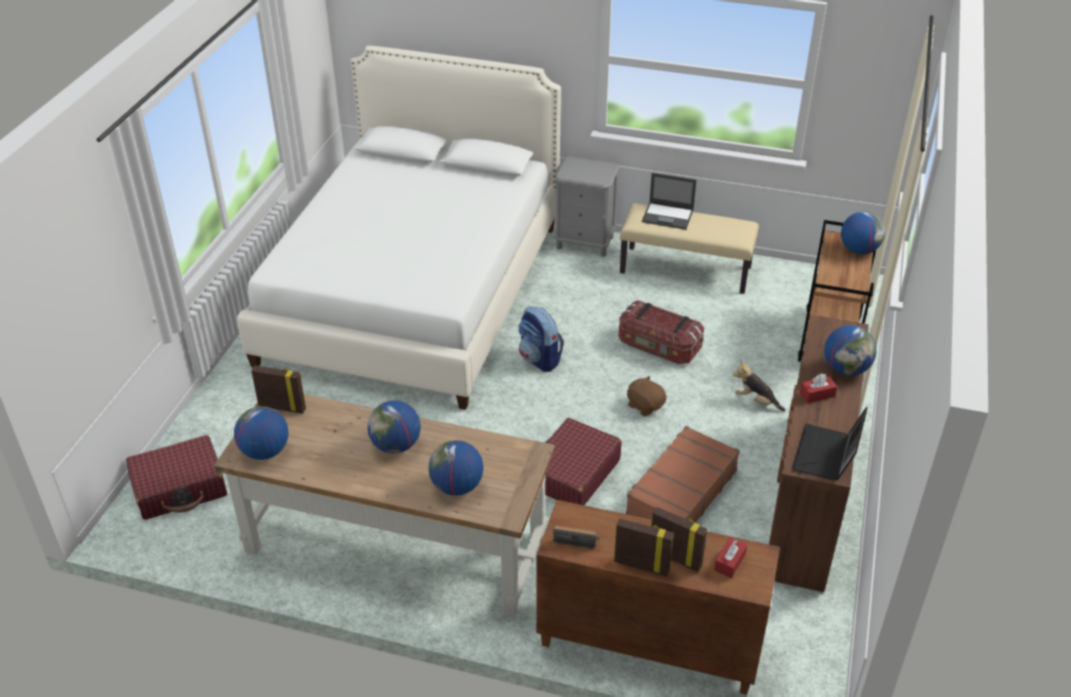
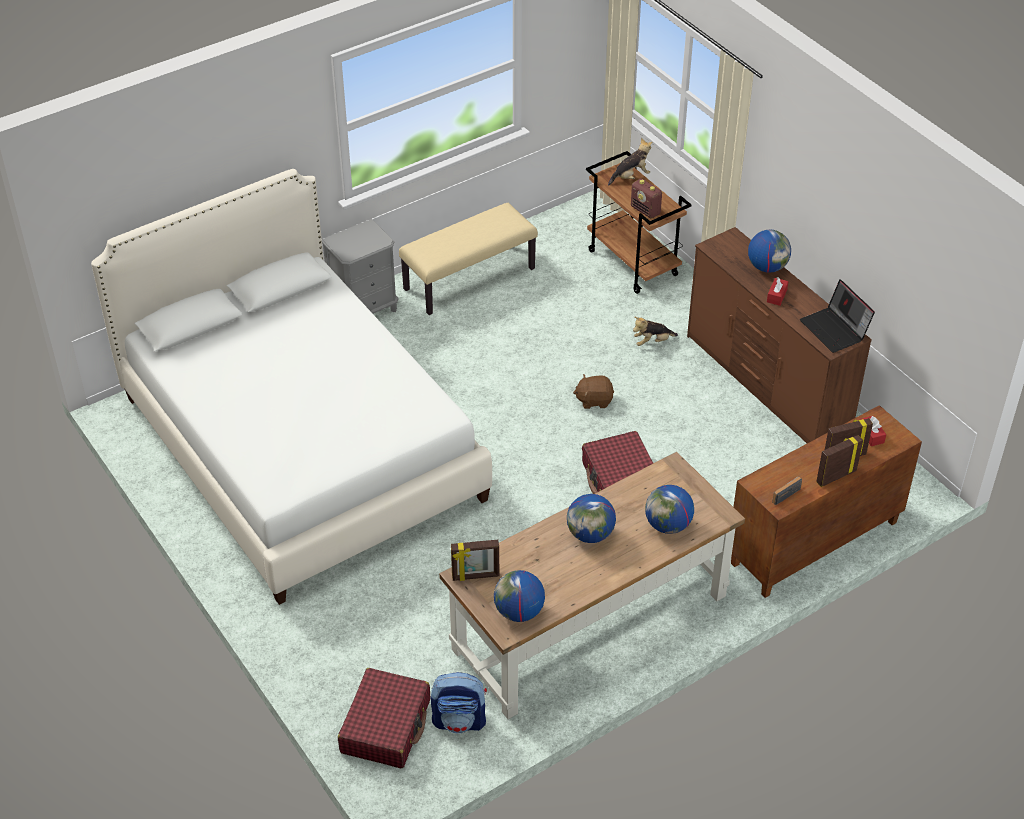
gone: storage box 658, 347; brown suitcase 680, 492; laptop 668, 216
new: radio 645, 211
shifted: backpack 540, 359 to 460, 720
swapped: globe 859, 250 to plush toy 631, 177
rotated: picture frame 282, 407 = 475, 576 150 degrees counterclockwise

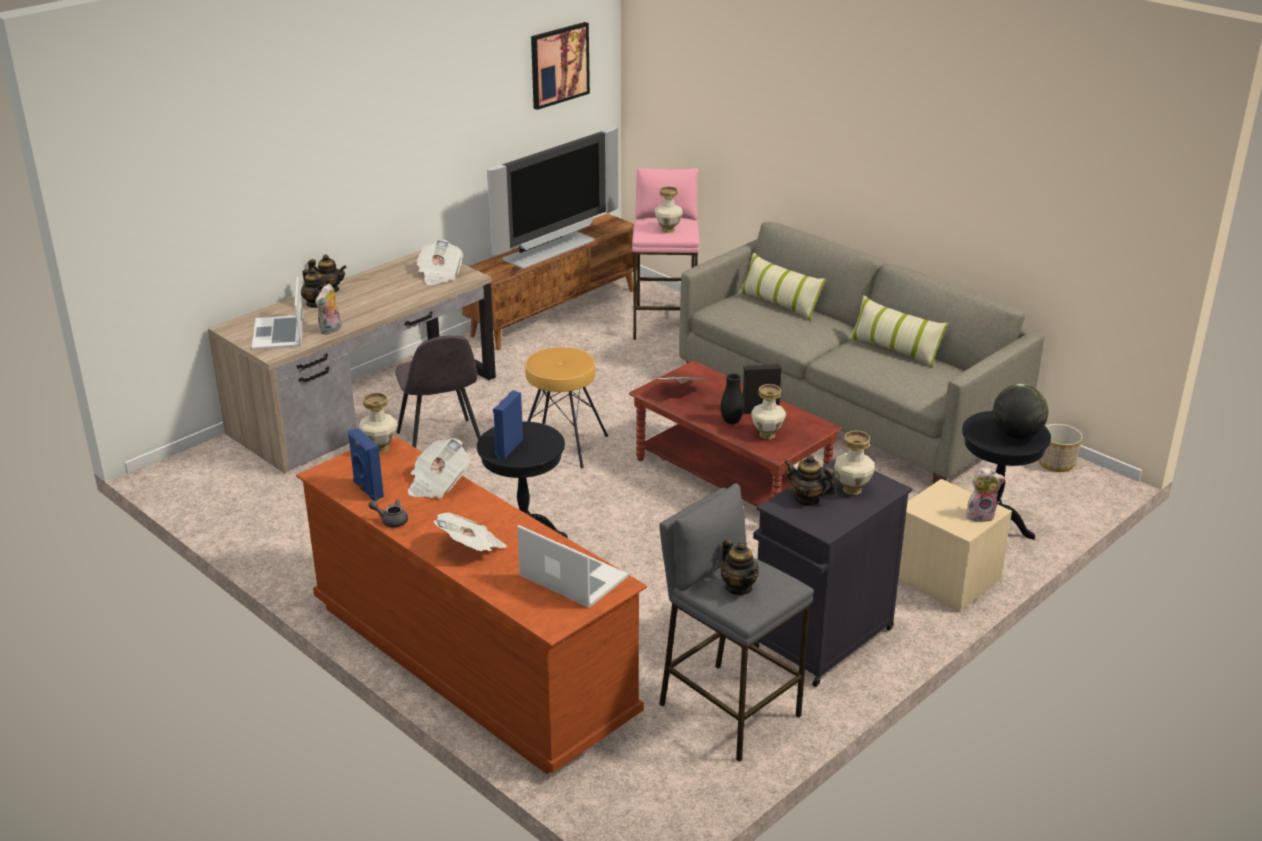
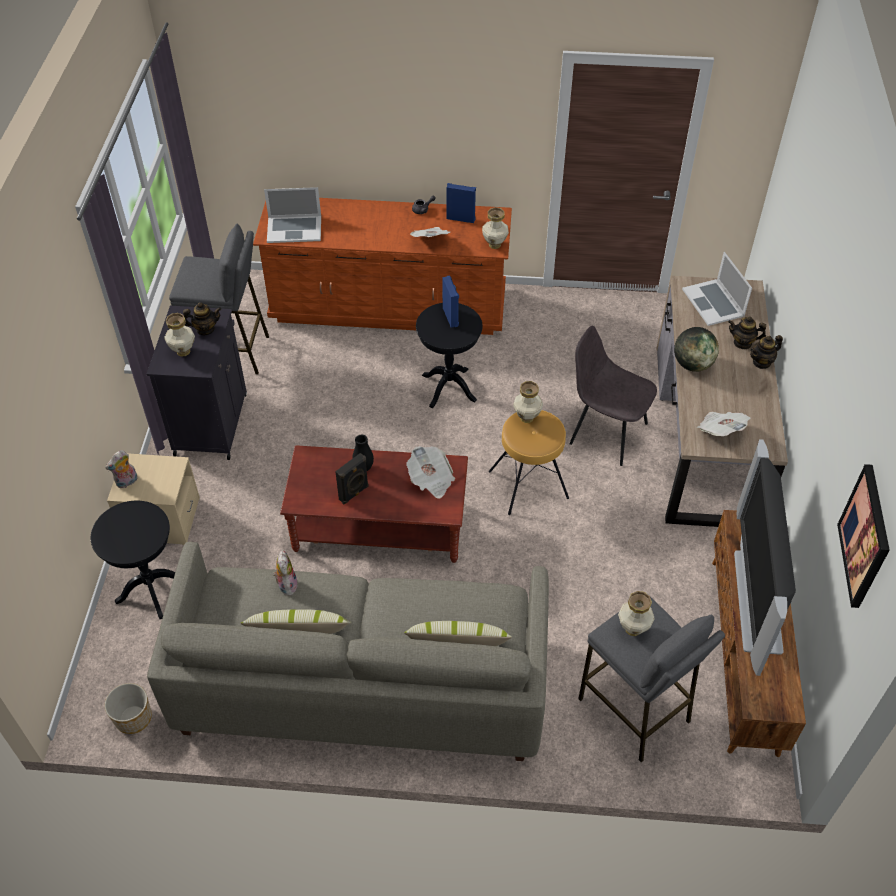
gone: newspaper 471, 548; teapot 739, 587
shifted: plush toy 331, 330 to 286, 584; vase 767, 435 to 526, 418; globe 1016, 435 to 692, 364
repainted: pink stool 665, 323 to grey stool 634, 710
rotated: laptop 279, 333 = 713, 302 150 degrees counterclockwise

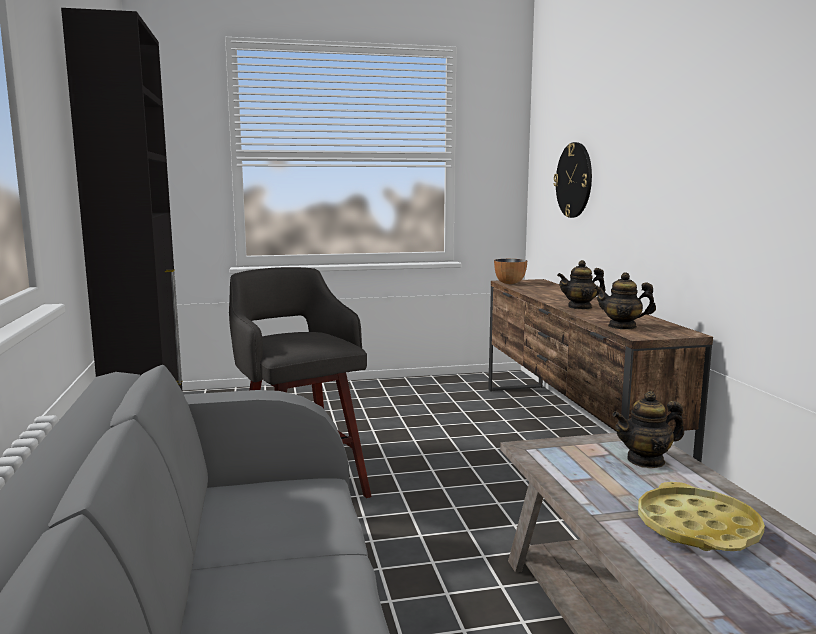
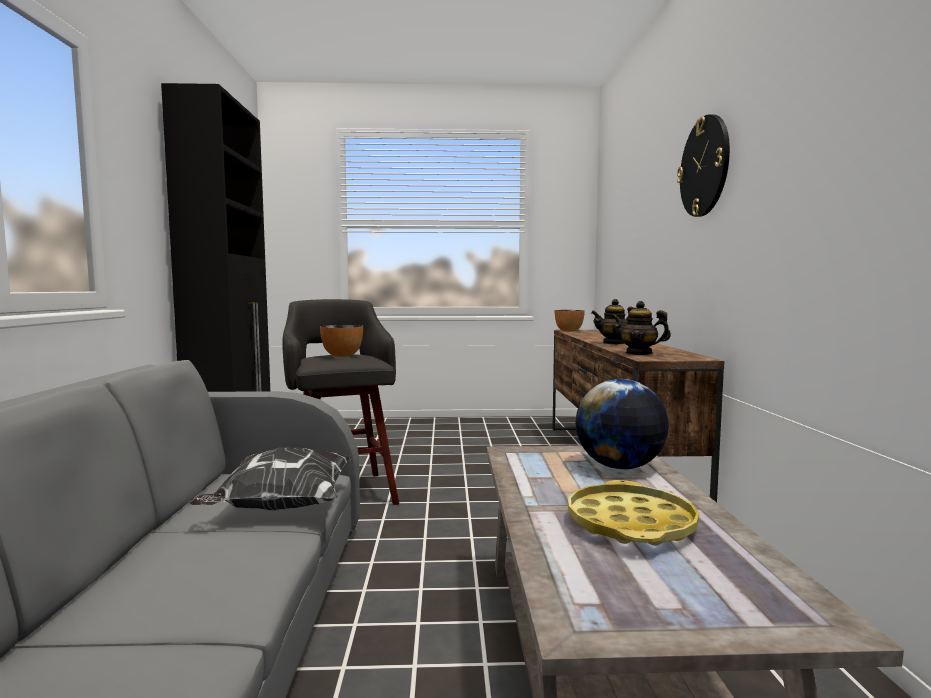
new: pillow 282, 507; bowl 342, 355
shifted: wall clock 574, 180 to 704, 167
swapped: teapot 646, 460 to globe 619, 467

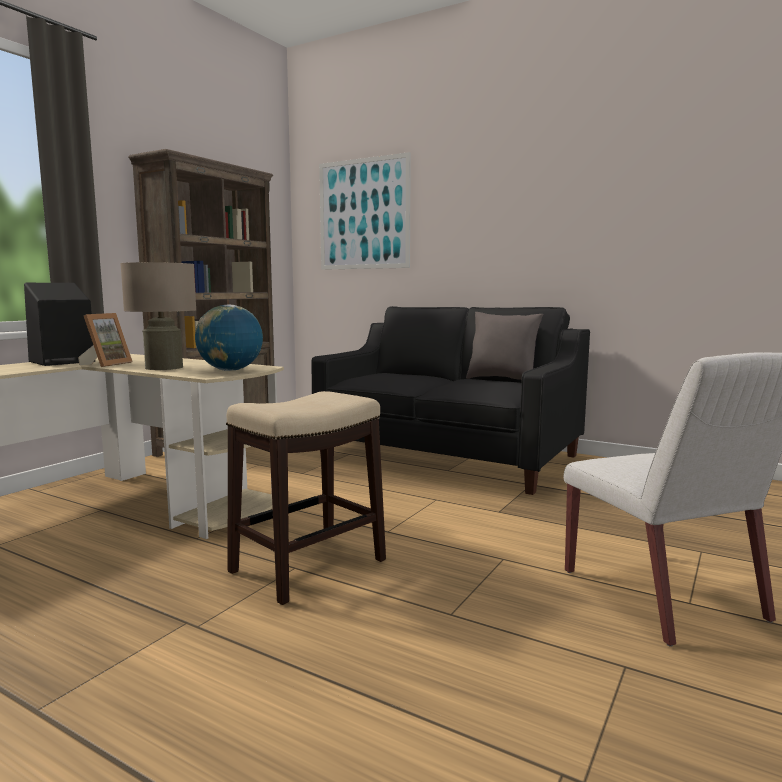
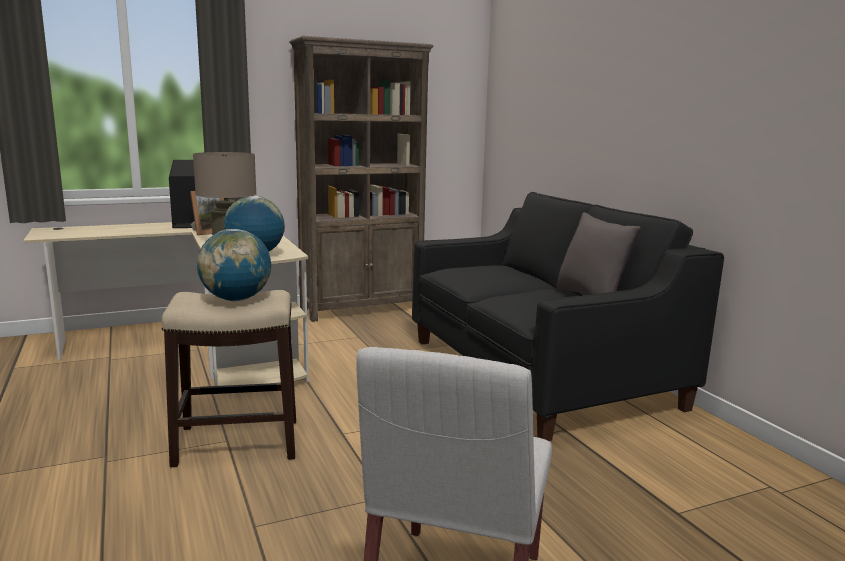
gone: picture 363, 214
new: globe 236, 299

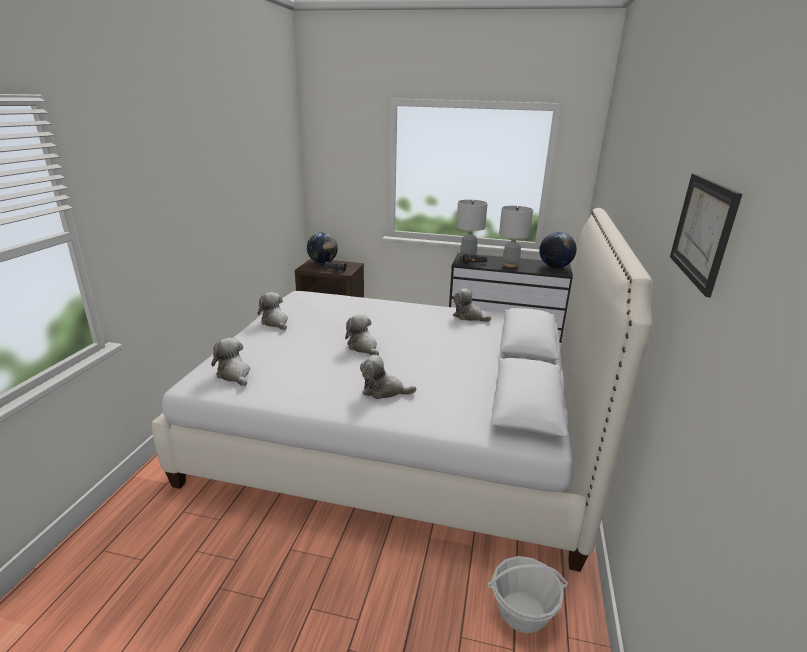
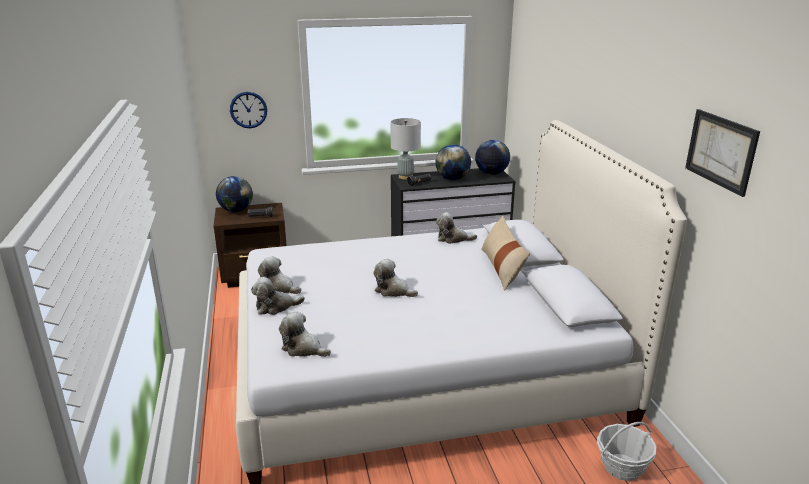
new: wall clock 248, 110; beige pillow 502, 268
shifted: plush toy 384, 391 to 275, 307
swapped: grey table lamp 510, 265 to globe 452, 179

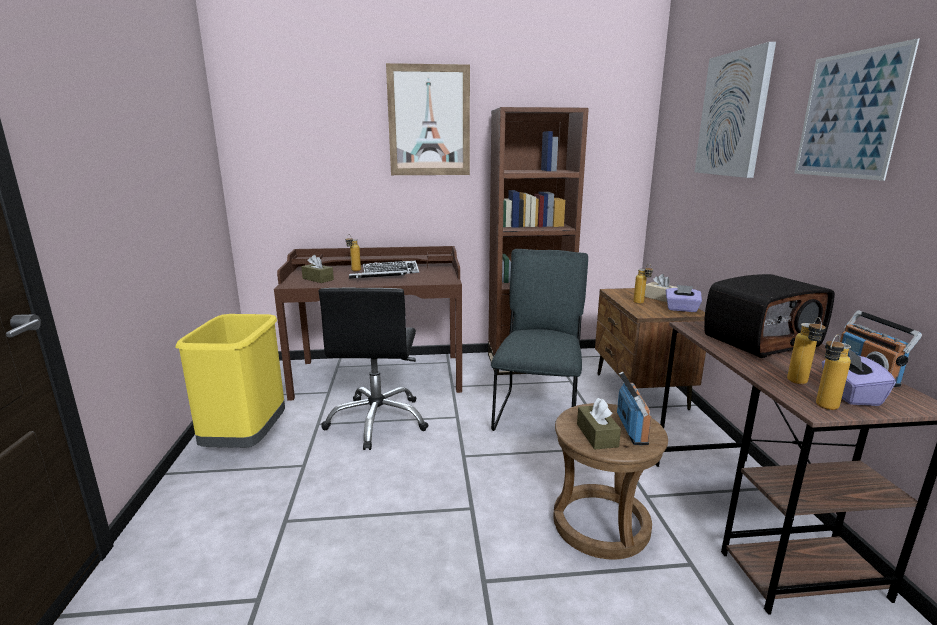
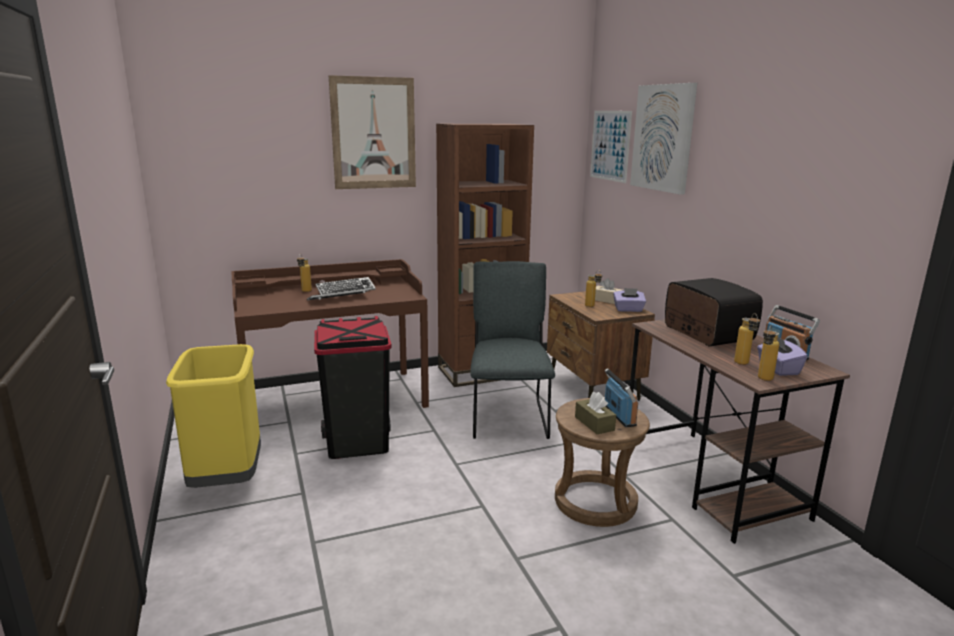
gone: brown tissue box 318, 279
shifted: picture 848, 115 to 610, 145
swapped: black office chair 378, 421 to black trash can 357, 443
rotated: radio 760, 340 = 706, 333 75 degrees counterclockwise

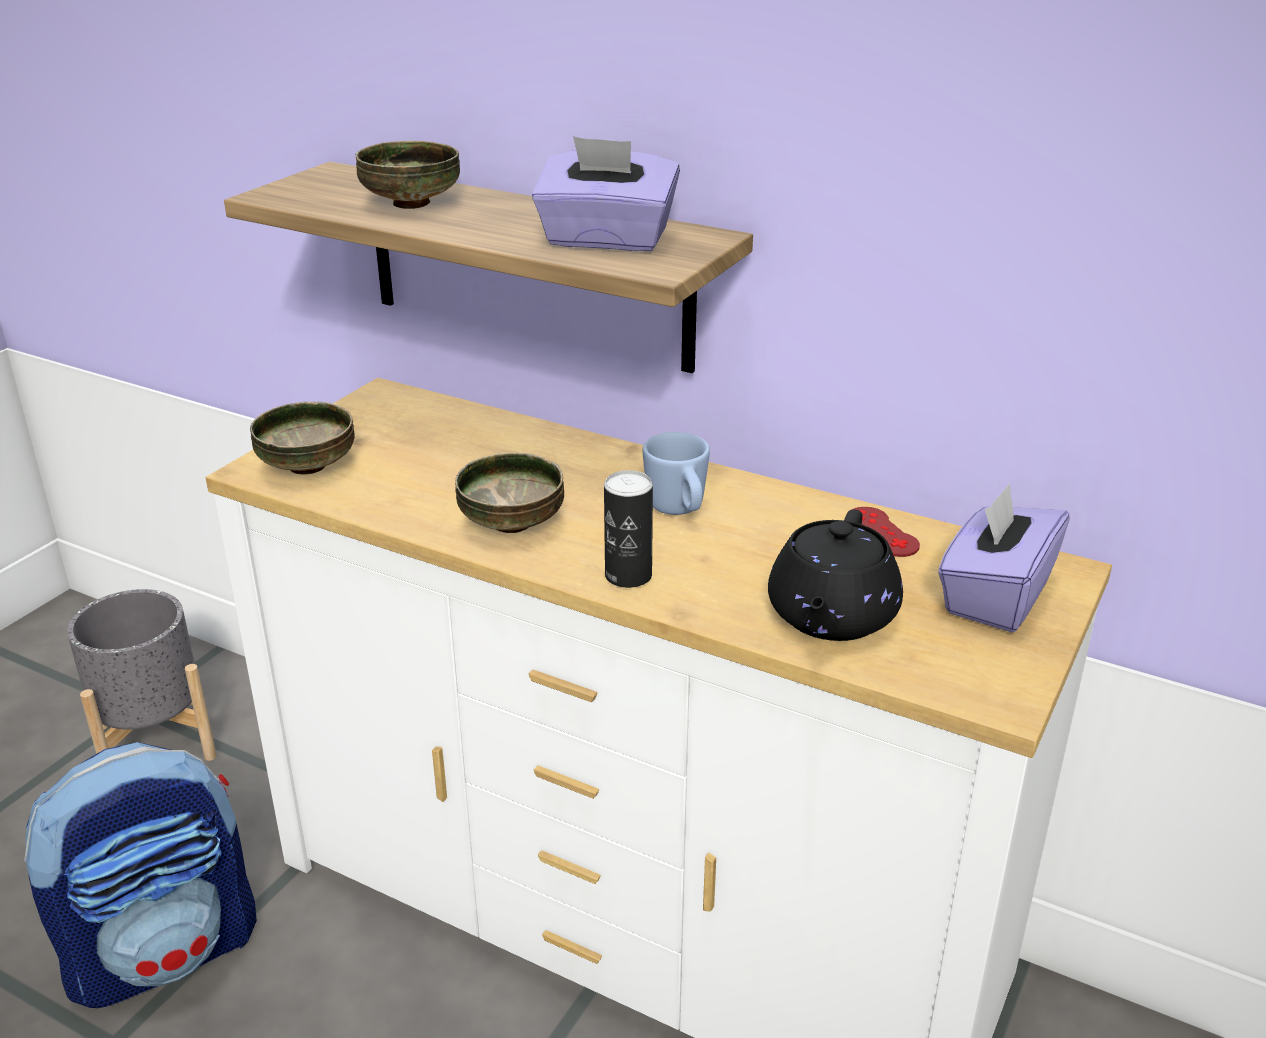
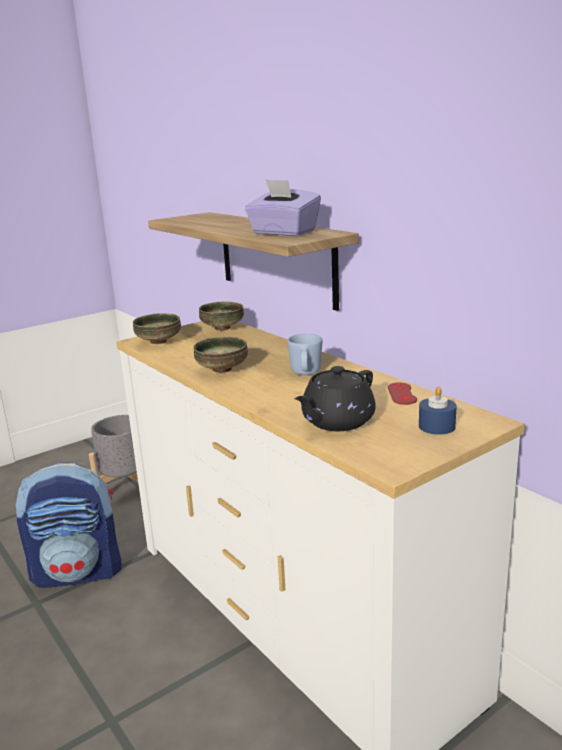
gone: can 628, 576
shifted: bowl 410, 204 to 222, 328
swapped: purple tissue box 995, 596 to blue candle 436, 426

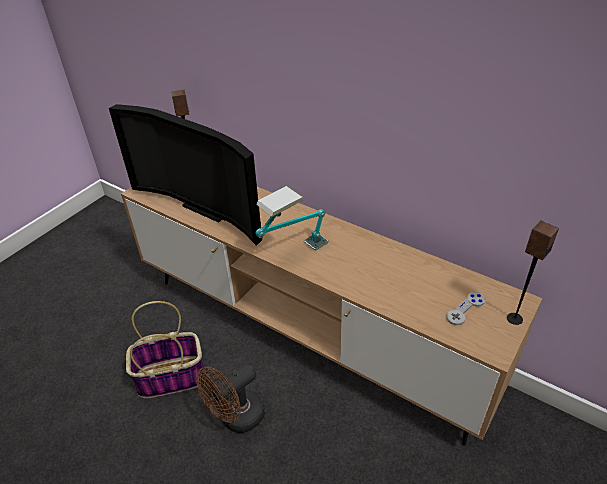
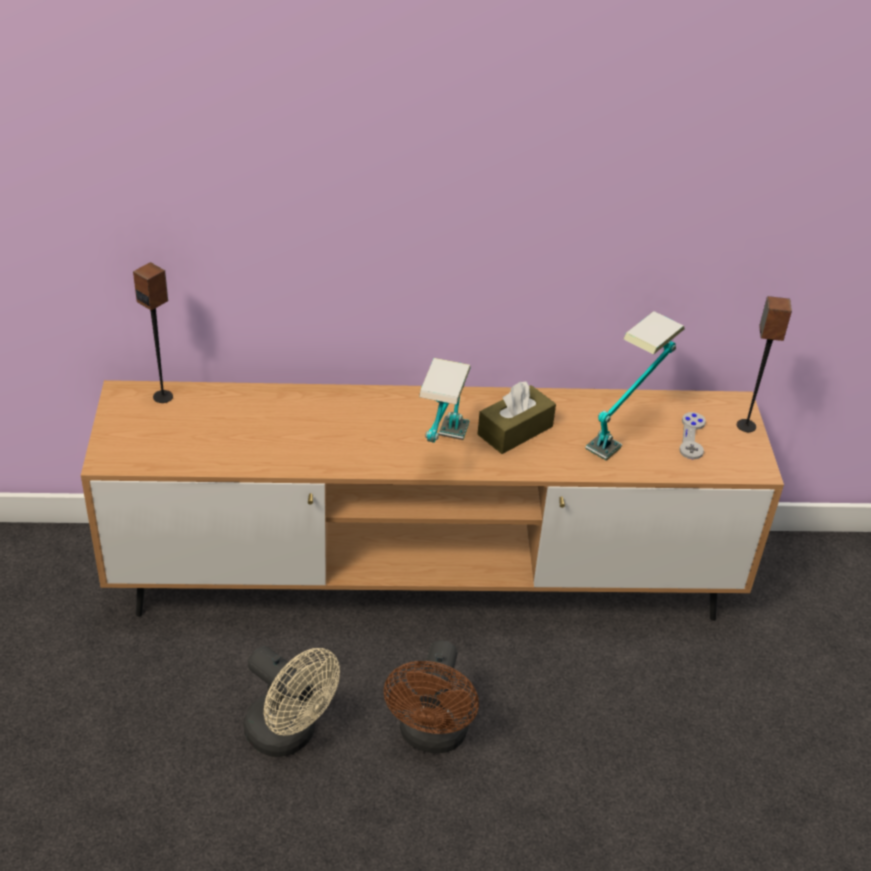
gone: television 209, 206
new: brown tissue box 515, 430; table lamp 627, 428
swapped: basket 172, 377 to beige fan 289, 735

